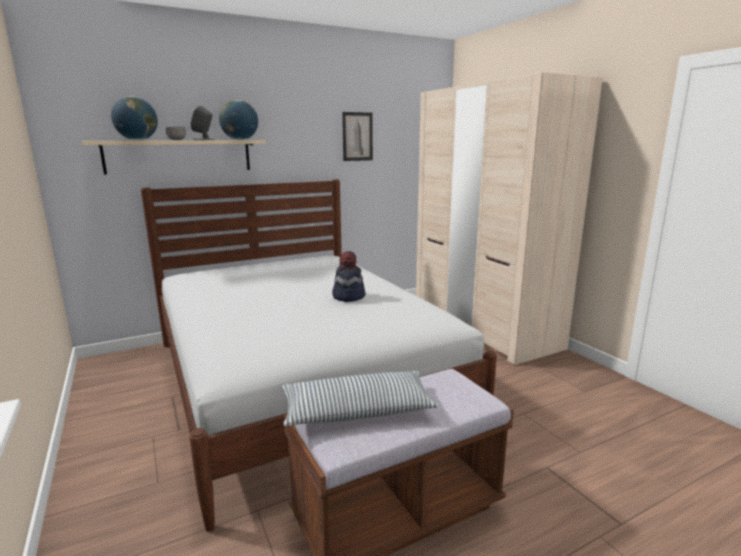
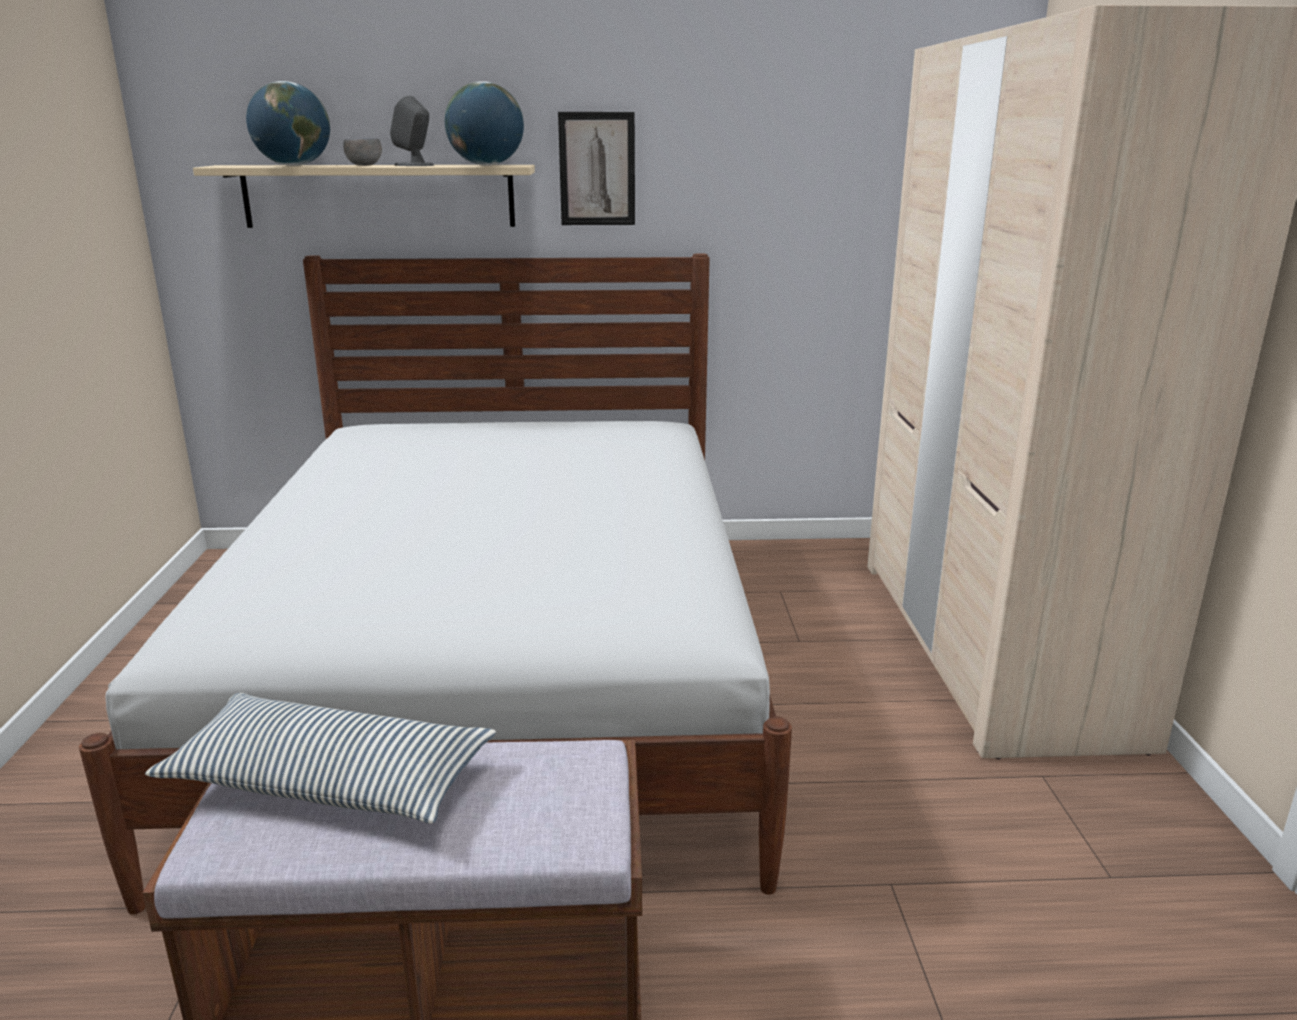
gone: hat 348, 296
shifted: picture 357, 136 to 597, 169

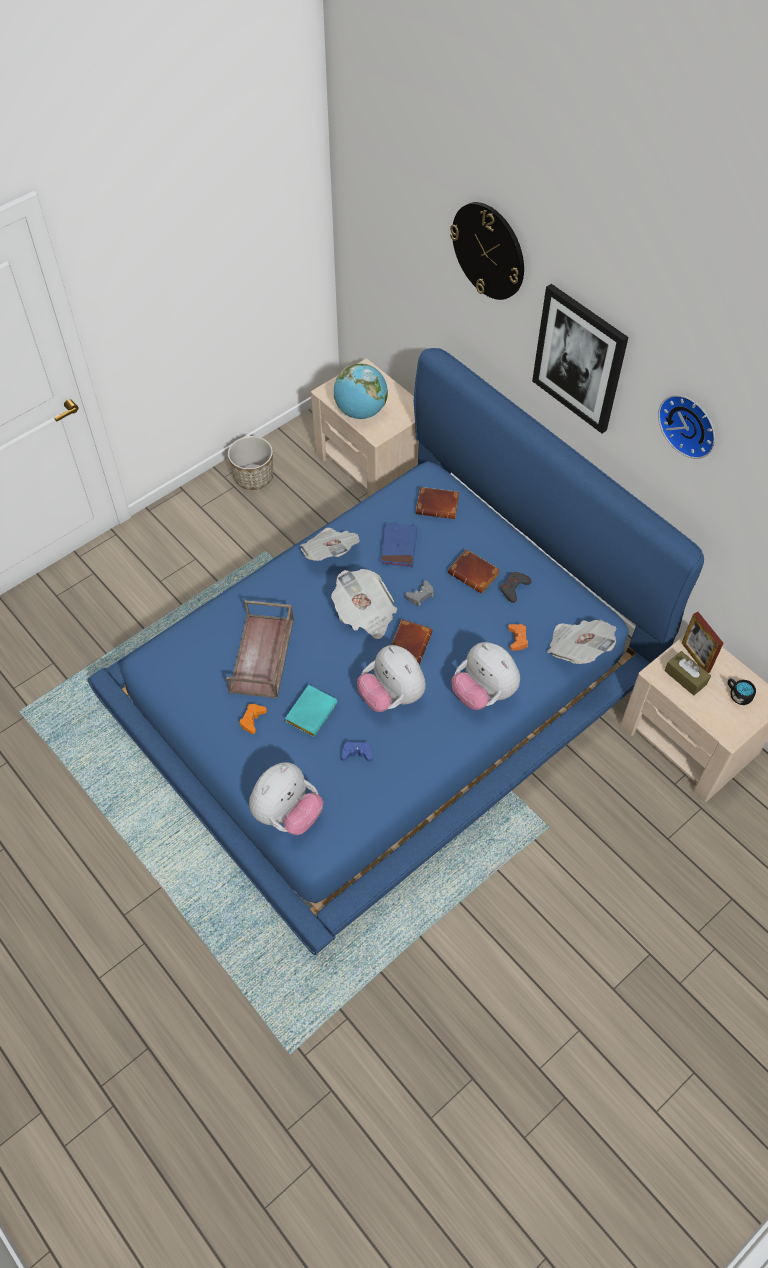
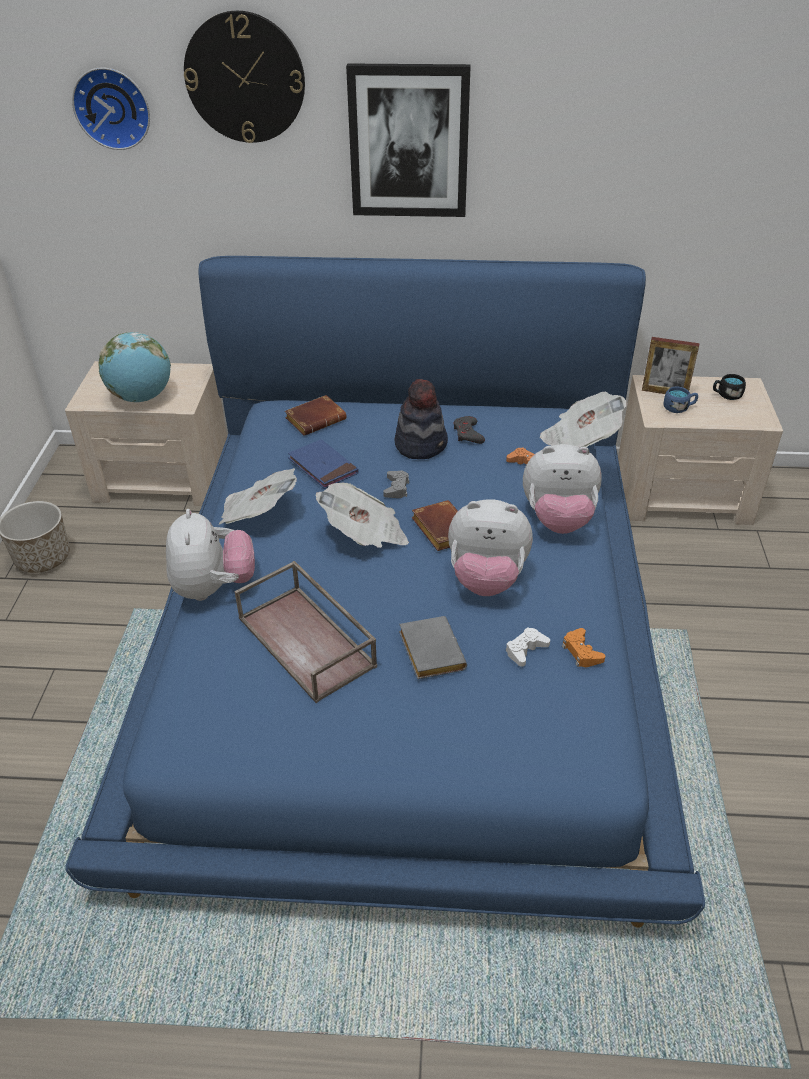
shifted: wall clock 690, 424 to 113, 107; plush toy 287, 813 to 214, 587; orange game controller 252, 720 to 581, 652
swapped: brown book 475, 574 to hat 421, 444; brown tissue box 685, 677 to blue mug 679, 408
repainted: turquoise book 311, 711 to grey book 429, 651; blue game controller 357, 753 to white game controller 525, 650

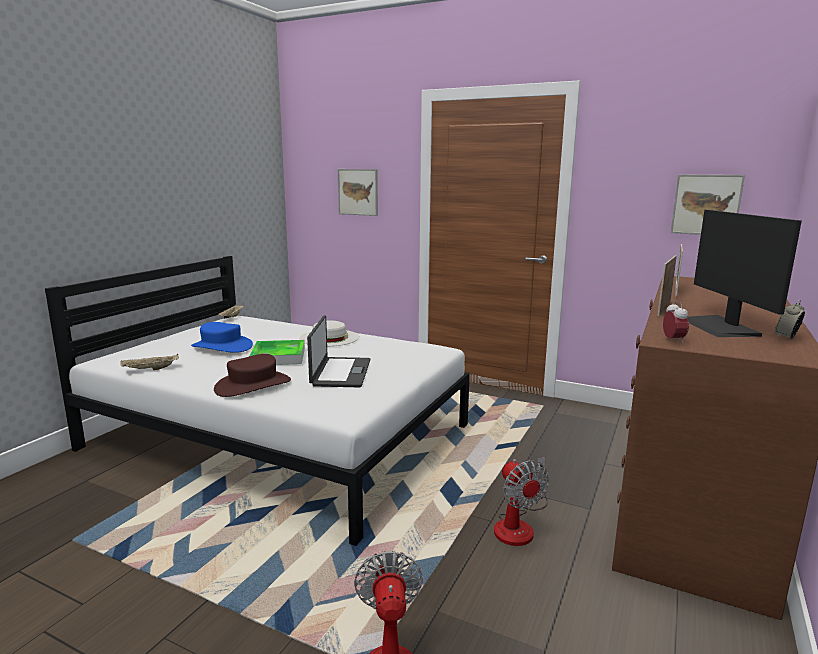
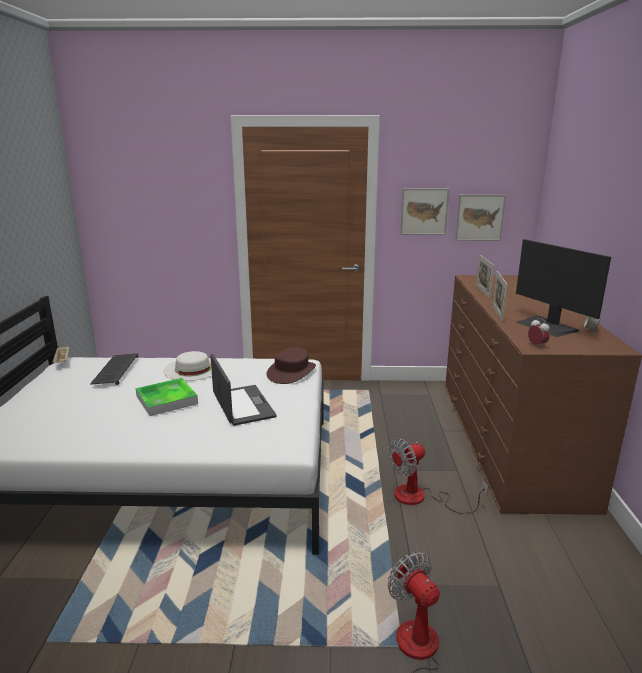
gone: beige tray 150, 370; blue hat 222, 346
new: keyboard 115, 370
shifted: brown hat 253, 385 to 292, 372; picture 358, 192 to 424, 211
rotated: fan 519, 525 = 421, 498 105 degrees clockwise

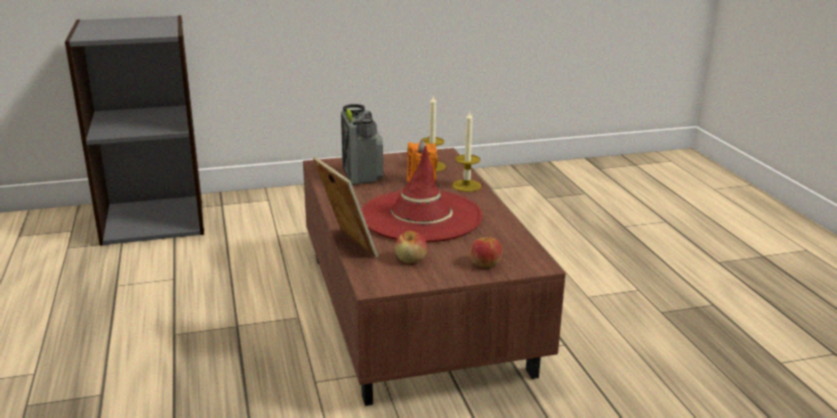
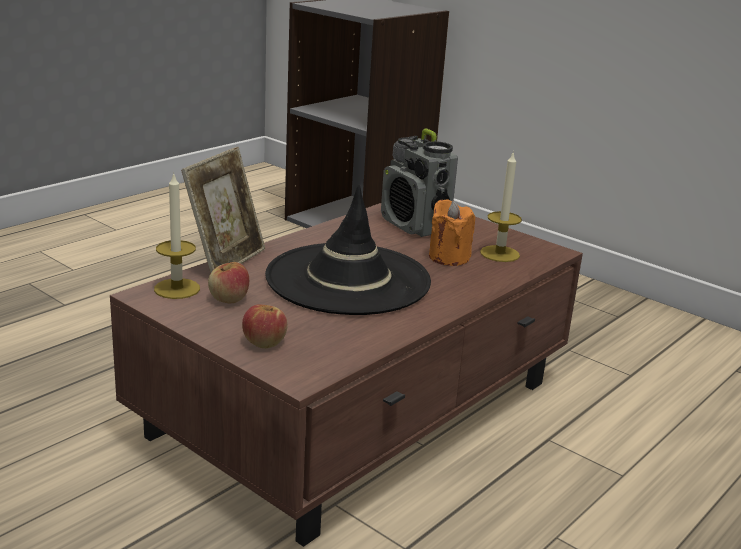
shifted: candle 466, 186 to 177, 289
repainted: red hat 421, 216 to black hat 348, 279
rotated: radio 362, 174 = 415, 226 105 degrees clockwise

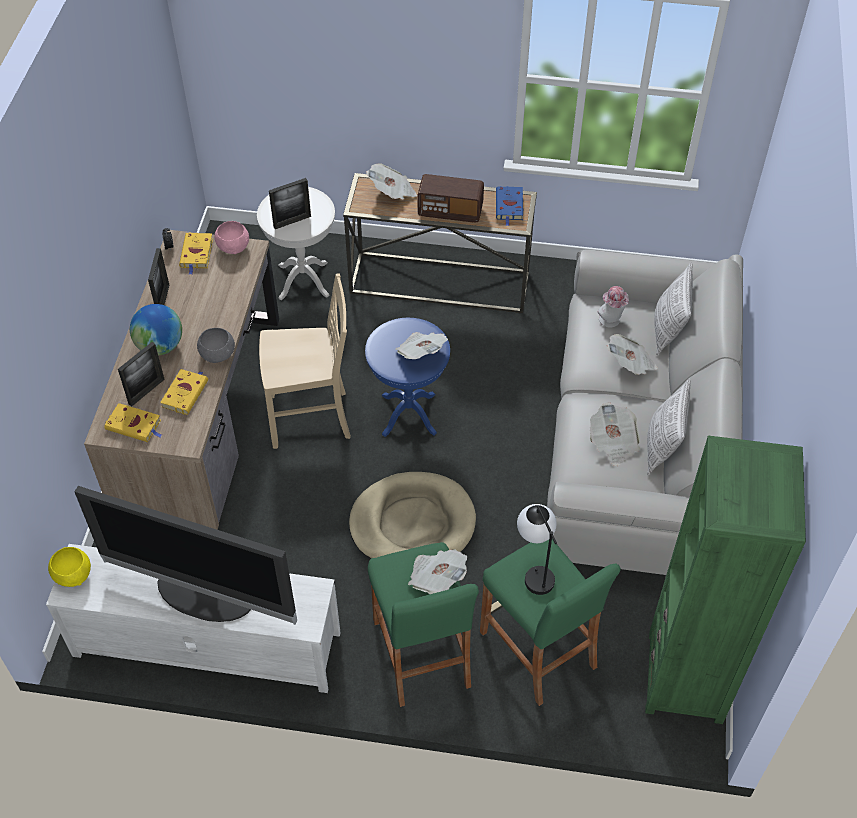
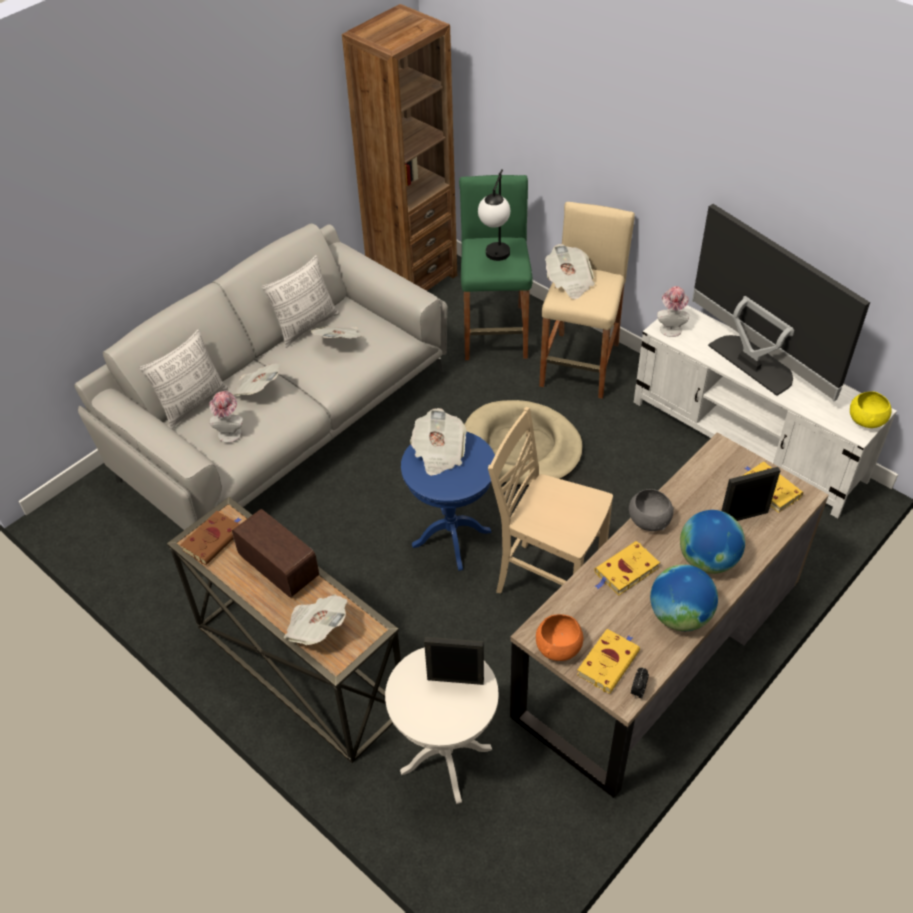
new: hat 670, 327
shifted: yellow book 185, 393 to 625, 571
swapped: picture frame 163, 300 to globe 679, 616
repainted: blue book 509, 207 to brown book 213, 539; green bookcase 685, 676 to brown bookcase 412, 280; pink bowl 233, 247 to orange bowl 558, 648; green stool 421, 653 to beige stool 580, 365

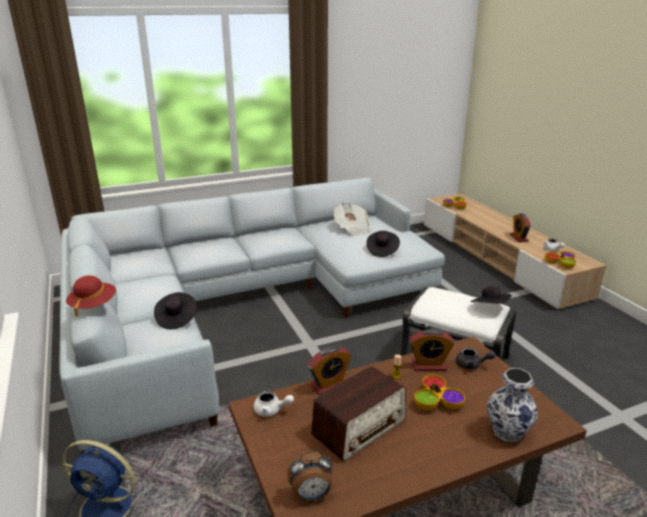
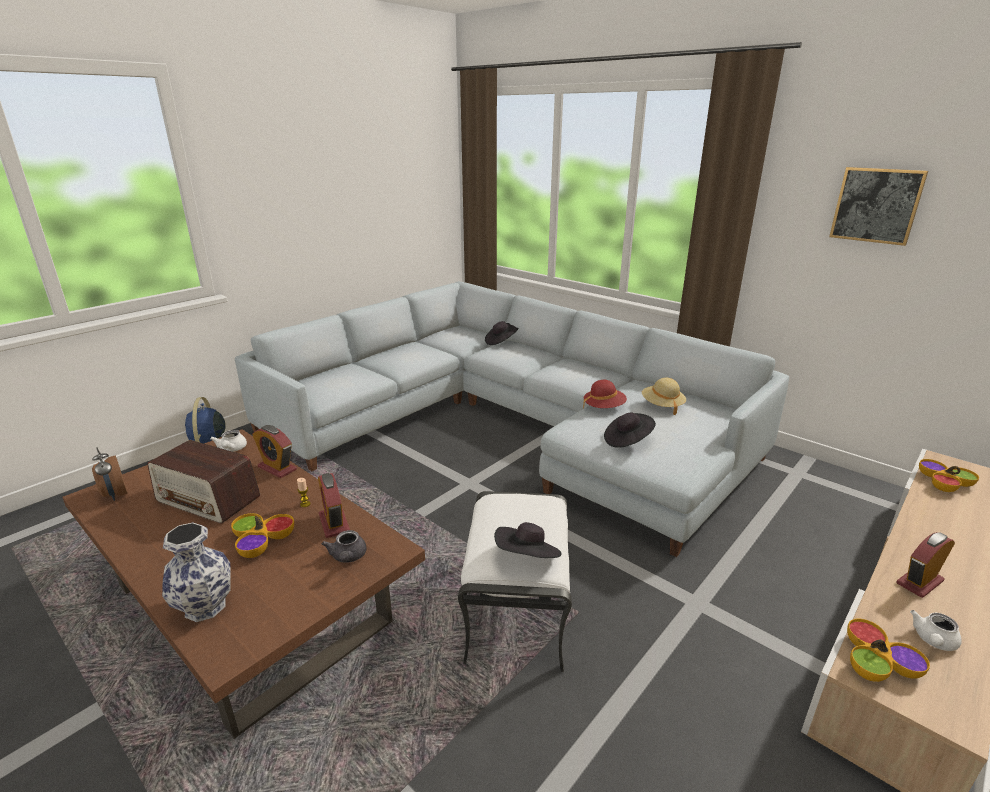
new: picture 876, 205
shifted: black hat 176, 319 to 501, 341; red hat 93, 305 to 604, 407
swapped: newspaper 351, 228 to beige hat 662, 405

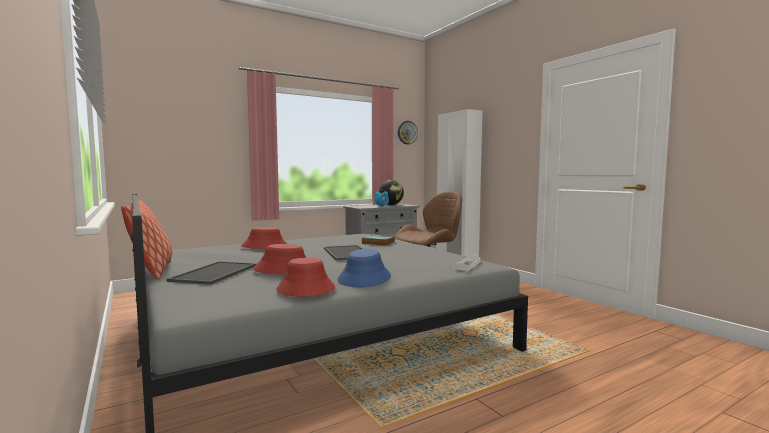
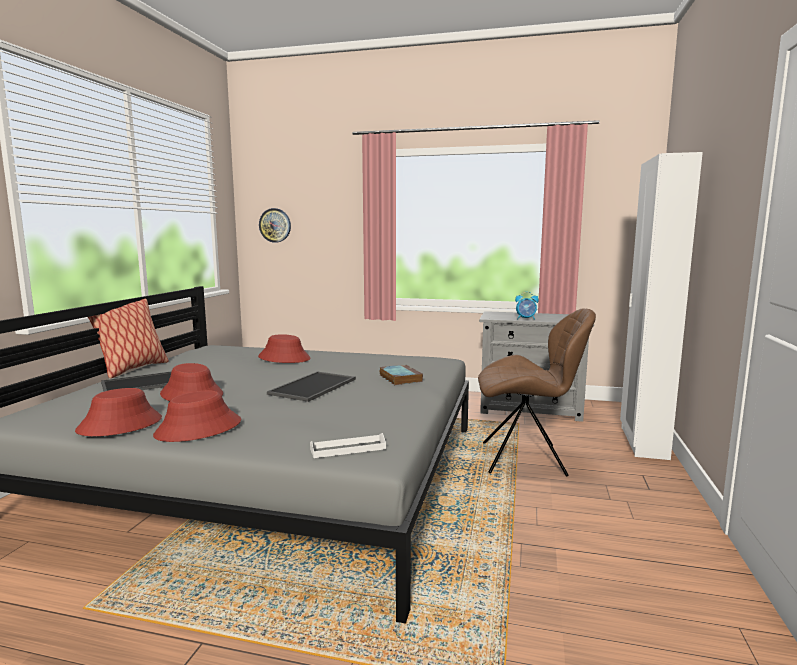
gone: globe 391, 205
shifted: wall clock 407, 132 to 275, 225
repainted: blue hat 364, 278 to red hat 198, 428

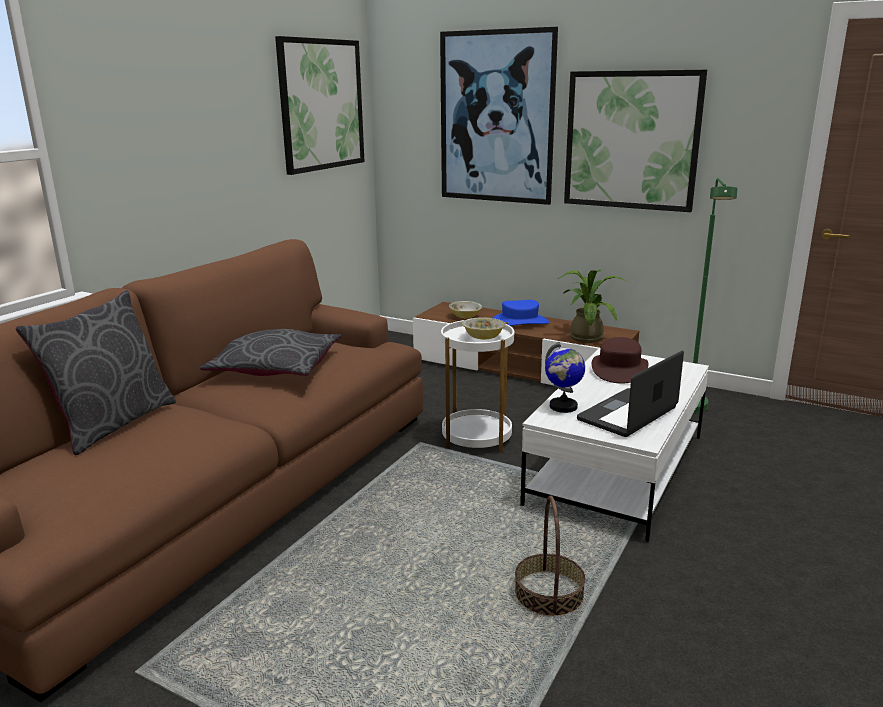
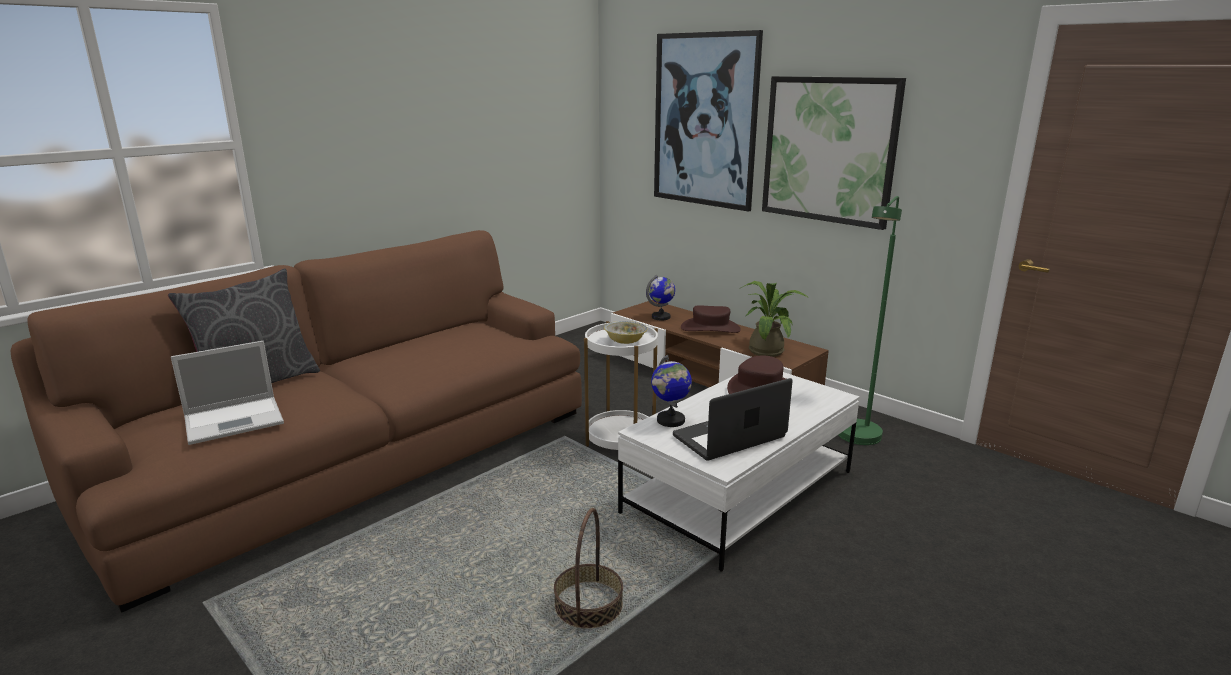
gone: grey pillow 275, 367; picture 321, 105
new: laptop 236, 420
swapped: bowl 465, 316 to globe 661, 317
repainted: blue hat 519, 322 to brown hat 710, 328

